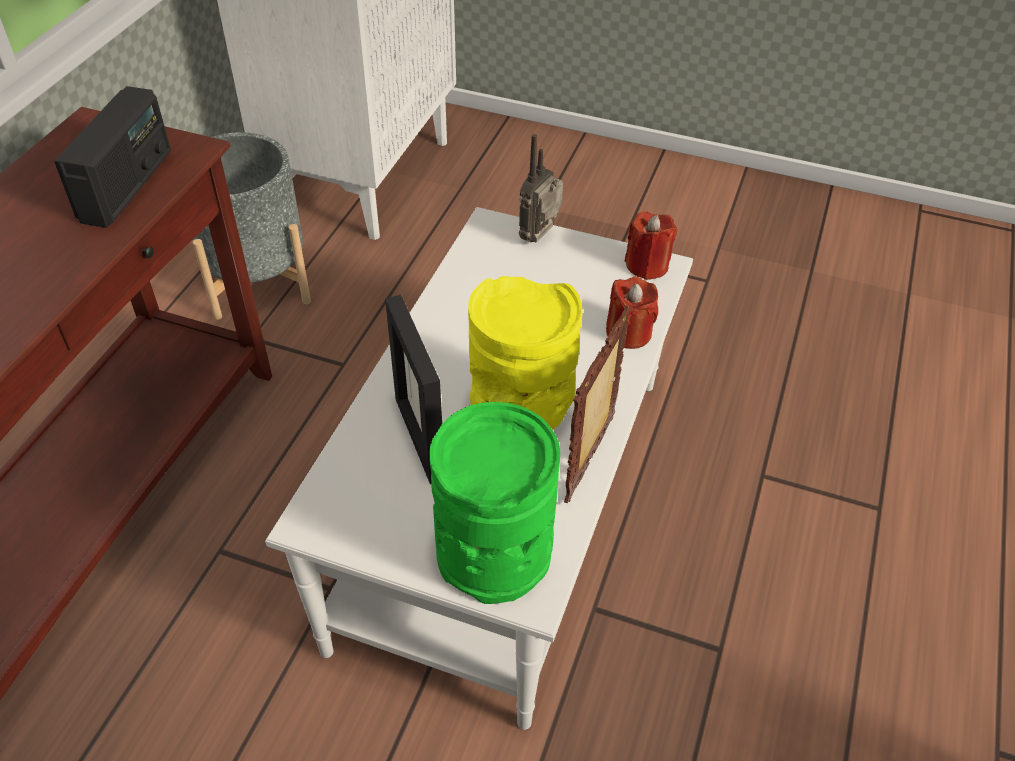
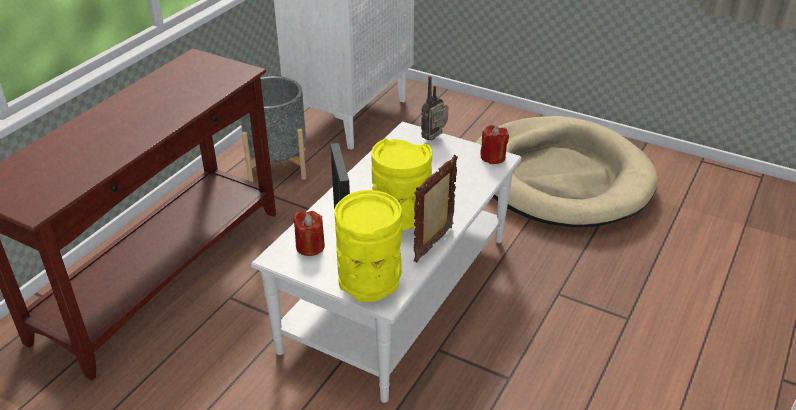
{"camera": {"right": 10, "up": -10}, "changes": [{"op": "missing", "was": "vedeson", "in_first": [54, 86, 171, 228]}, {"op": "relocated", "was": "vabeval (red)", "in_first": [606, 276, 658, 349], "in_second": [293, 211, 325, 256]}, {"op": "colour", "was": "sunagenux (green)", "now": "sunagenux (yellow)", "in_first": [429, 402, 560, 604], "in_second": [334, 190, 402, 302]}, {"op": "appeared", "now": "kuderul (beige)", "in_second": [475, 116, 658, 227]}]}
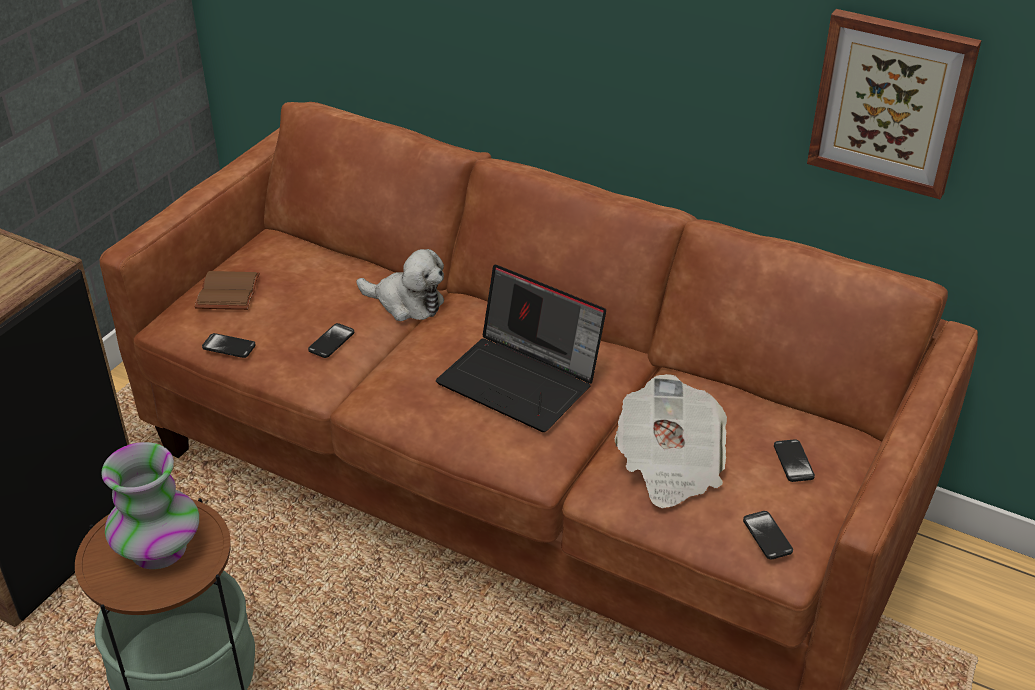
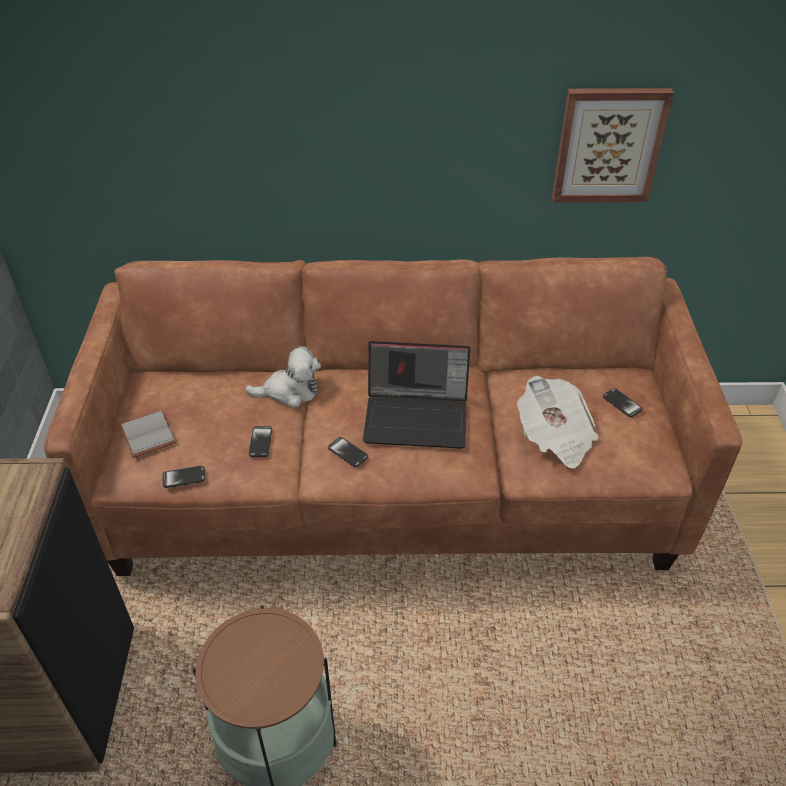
{"camera": {"right": -30, "up": 5}, "changes": [{"op": "colour", "was": "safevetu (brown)", "now": "safevetu (grey)", "in_first": [195, 271, 260, 310], "in_second": [119, 410, 177, 458]}, {"op": "missing", "was": "sunagenux", "in_first": [101, 442, 199, 569]}, {"op": "relocated", "was": "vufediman", "in_first": [743, 511, 793, 559], "in_second": [328, 437, 368, 467]}]}
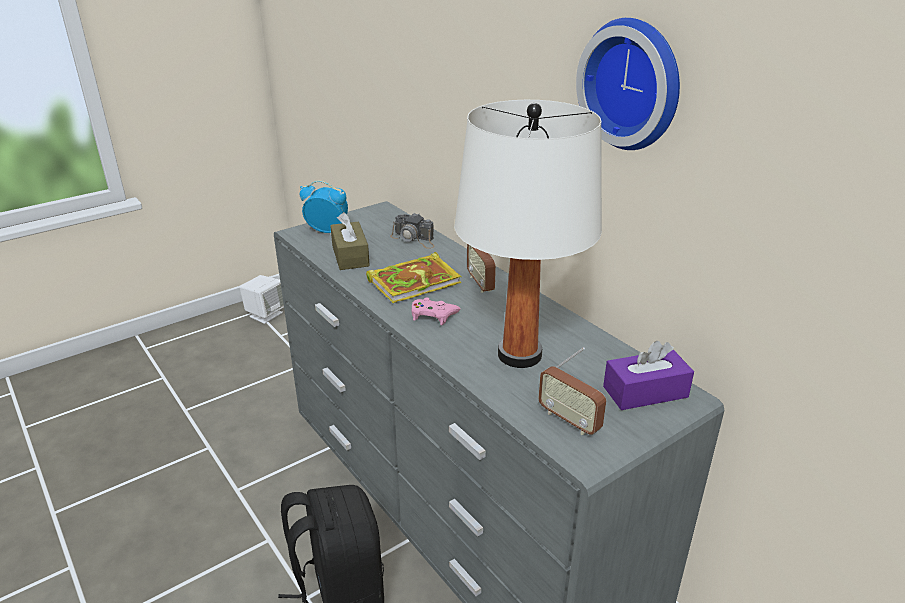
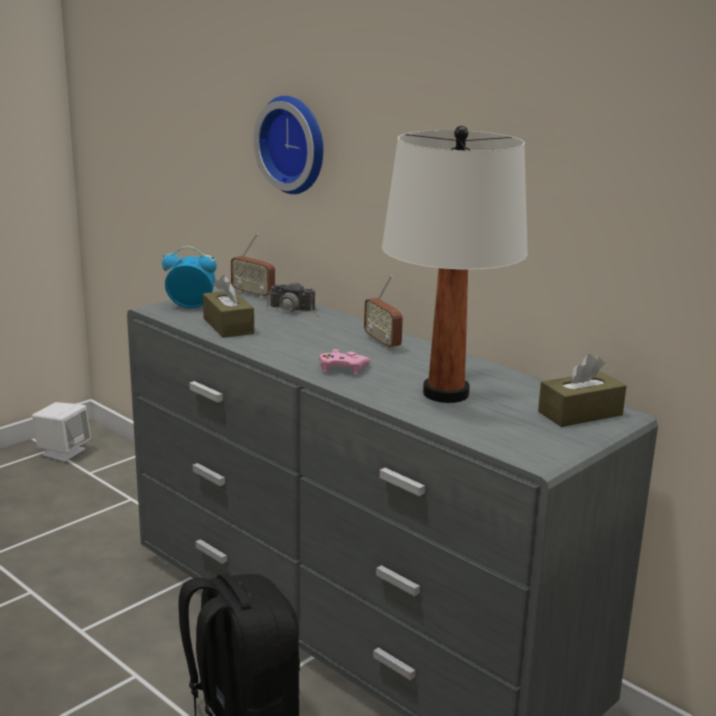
{"camera": {"right": -10, "up": -10}, "changes": [{"op": "relocated", "was": "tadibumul", "in_first": [576, 18, 680, 150], "in_second": [253, 96, 323, 194]}, {"op": "missing", "was": "safevetu", "in_first": [366, 252, 461, 303]}, {"op": "colour", "was": "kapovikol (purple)", "now": "kapovikol (brown)", "in_first": [603, 341, 694, 410], "in_second": [538, 354, 627, 427]}, {"op": "relocated", "was": "vedeson", "in_first": [538, 347, 606, 435], "in_second": [231, 233, 275, 299]}]}
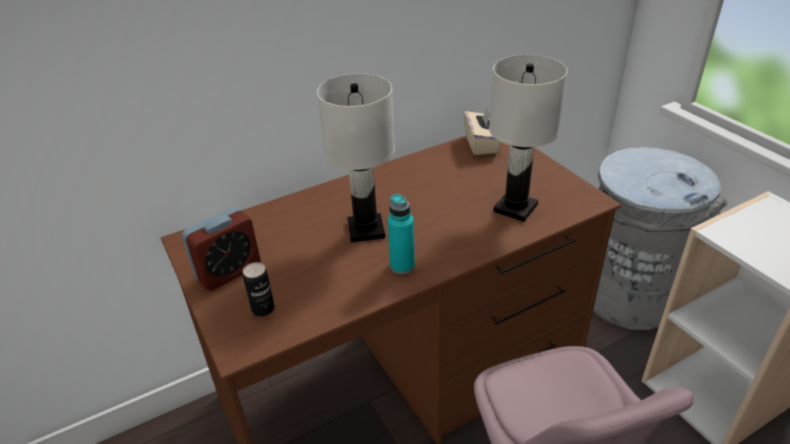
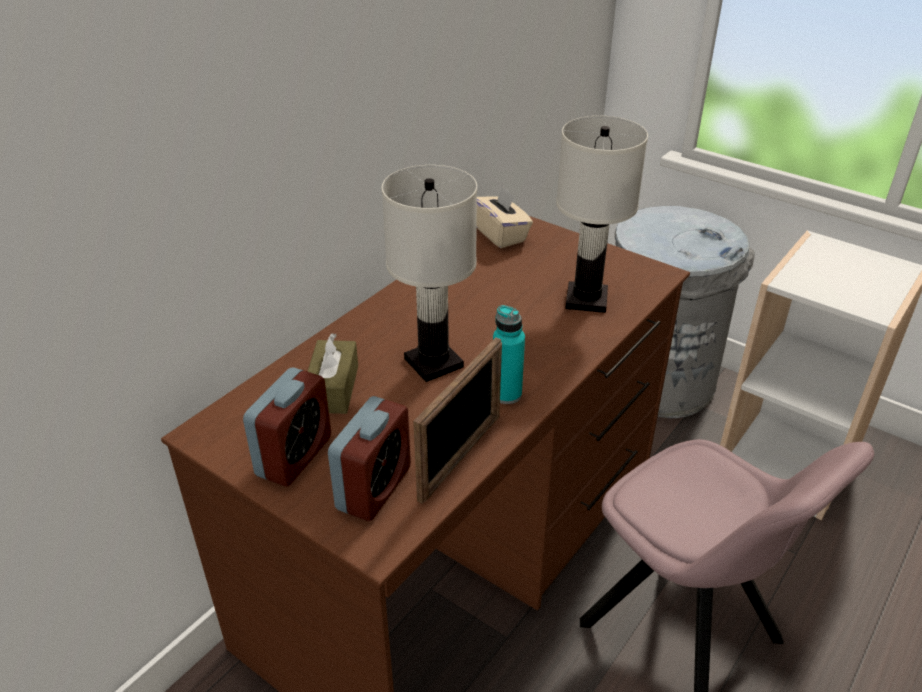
{"camera": {"right": -25, "up": 0}, "changes": [{"op": "exchanged", "was": "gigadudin", "now": "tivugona", "in_first": [243, 262, 275, 317], "in_second": [328, 396, 411, 521]}, {"op": "appeared", "now": "kapovikol (brown)", "in_second": [307, 333, 358, 414]}, {"op": "appeared", "now": "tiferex", "in_second": [413, 337, 502, 504]}]}
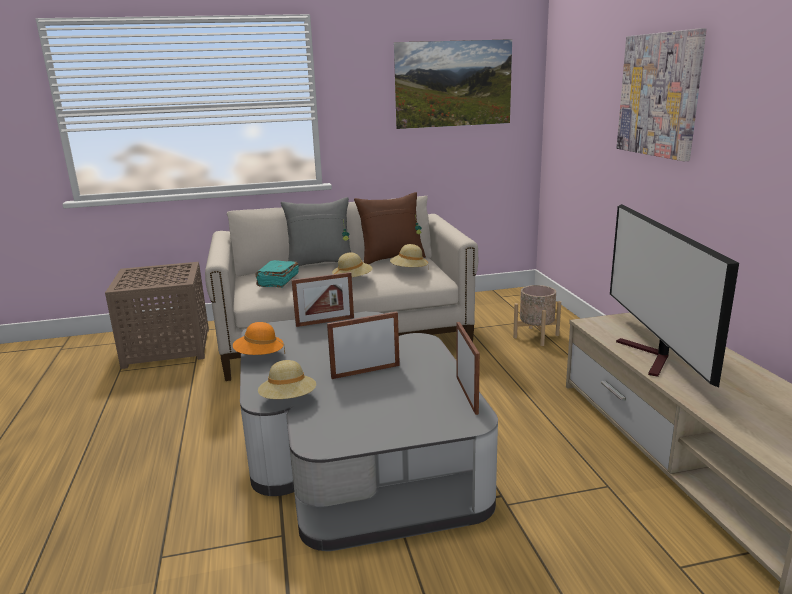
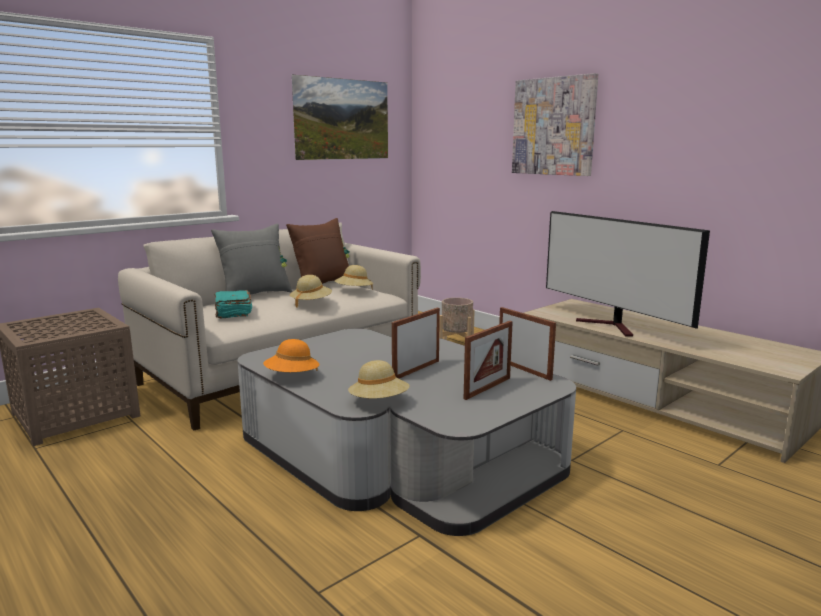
{"camera": {"right": -30, "up": -5}, "changes": [{"op": "relocated", "was": "tiferex", "in_first": [292, 272, 354, 327], "in_second": [464, 321, 513, 400]}]}
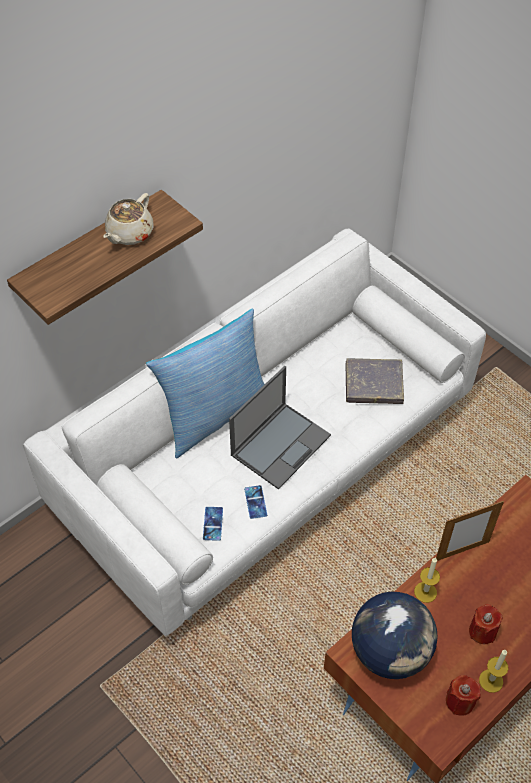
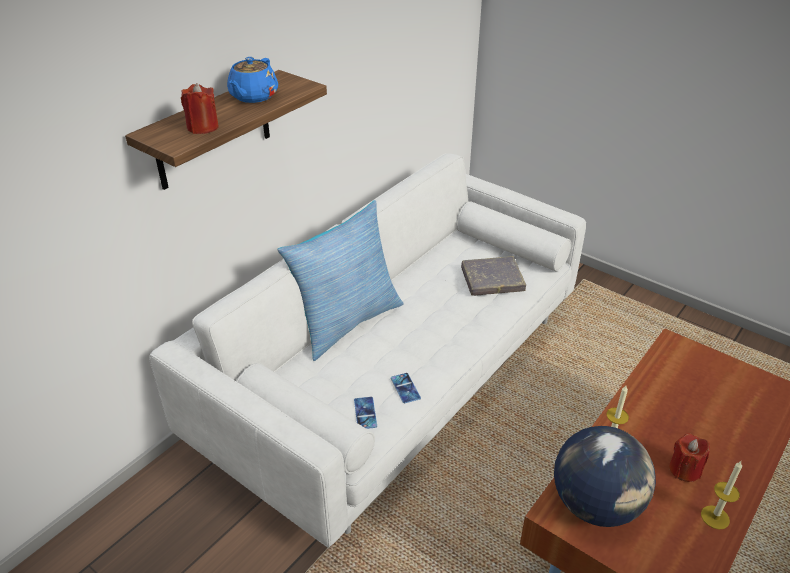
{"camera": {"right": -10, "up": -15}, "changes": [{"op": "colour", "was": "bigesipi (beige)", "now": "bigesipi (blue)", "in_first": [103, 193, 154, 245], "in_second": [227, 57, 278, 103]}, {"op": "missing", "was": "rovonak", "in_first": [229, 366, 331, 490]}, {"op": "missing", "was": "tiferex", "in_first": [436, 501, 504, 561]}, {"op": "relocated", "was": "vabeval (red)", "in_first": [446, 675, 481, 716], "in_second": [181, 83, 219, 134]}]}
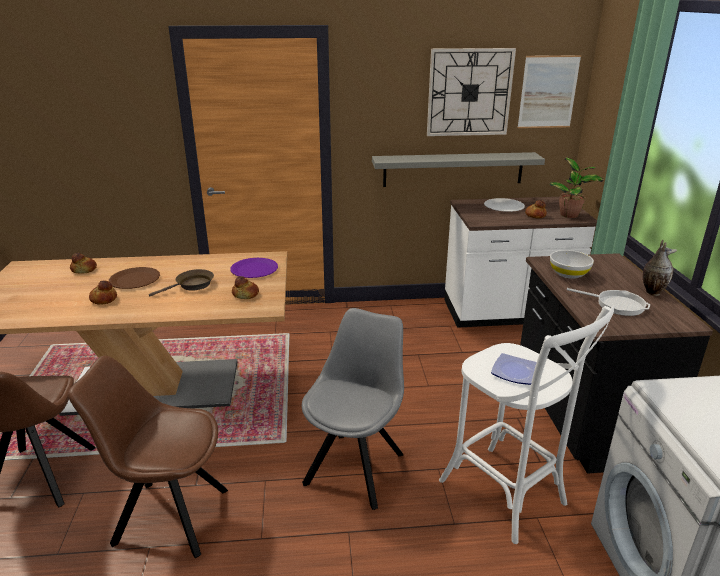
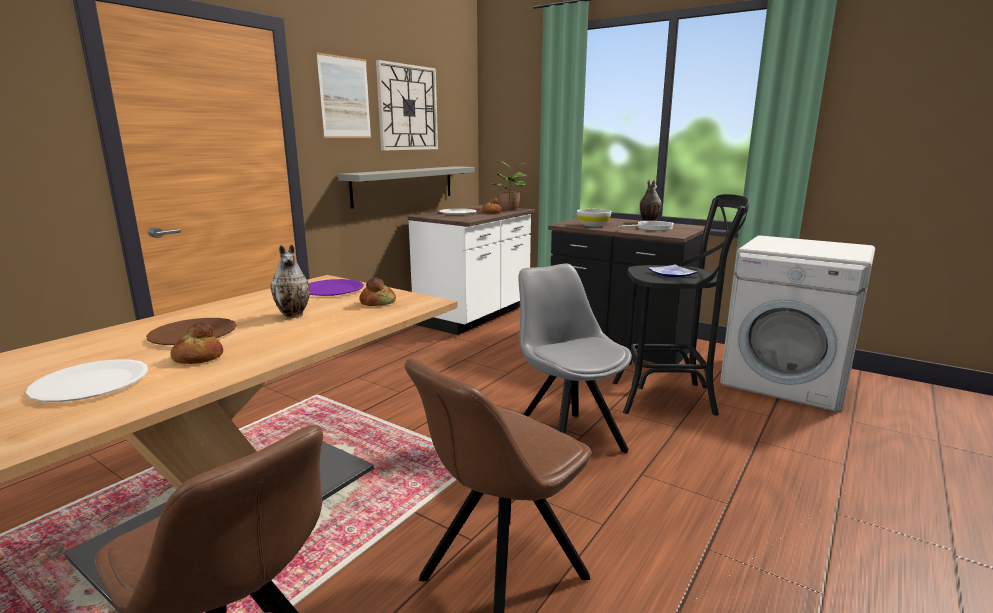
{"camera": {"right": -50, "up": -10}, "changes": [{"op": "relocated", "was": "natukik", "in_first": [517, 55, 581, 128], "in_second": [316, 52, 371, 138]}, {"op": "missing", "was": "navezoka", "in_first": [70, 253, 97, 274]}, {"op": "exchanged", "was": "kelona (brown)", "now": "sunagenux", "in_first": [149, 269, 214, 296], "in_second": [270, 244, 310, 319]}, {"op": "colour", "was": "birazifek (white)", "now": "birazifek (black)", "in_first": [439, 305, 614, 544], "in_second": [613, 194, 749, 416]}, {"op": "appeared", "now": "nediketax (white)", "in_second": [26, 359, 148, 402]}]}
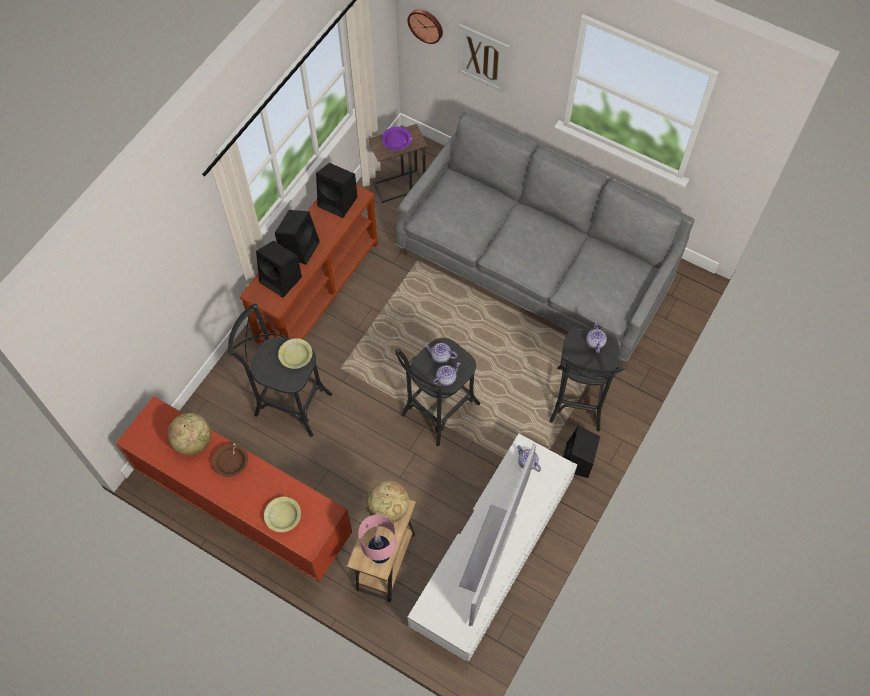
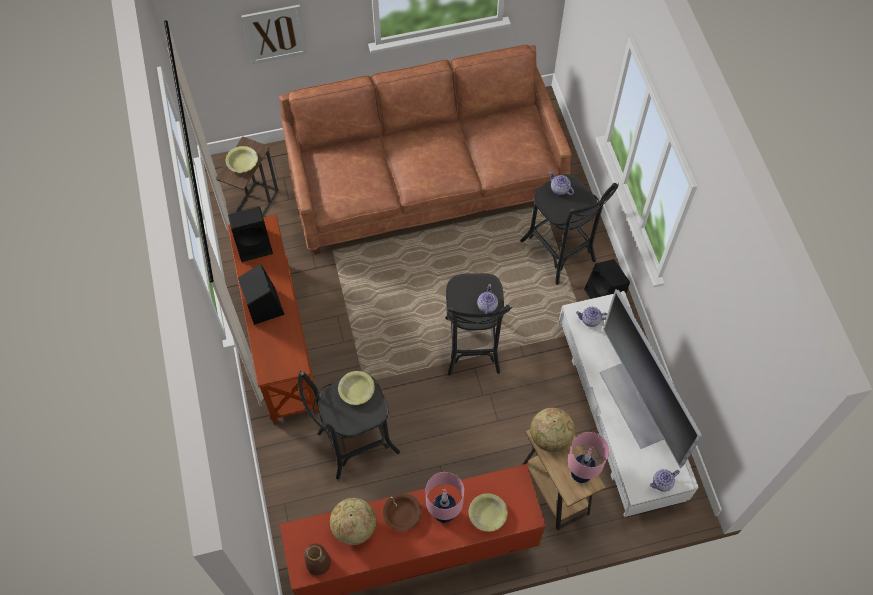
{"camera": {"right": -45, "up": 0}, "changes": [{"op": "missing", "was": "tadibumul", "in_first": [407, 9, 443, 44]}, {"op": "colour", "was": "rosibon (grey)", "now": "rosibon (brown)", "in_first": [396, 112, 695, 364], "in_second": [279, 44, 572, 254]}, {"op": "colour", "was": "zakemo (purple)", "now": "zakemo (yellow)", "in_first": [382, 127, 412, 150], "in_second": [226, 146, 258, 173]}, {"op": "missing", "was": "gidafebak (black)", "in_first": [256, 240, 302, 298]}, {"op": "relocated", "was": "bigesipi", "in_first": [425, 343, 457, 363], "in_second": [650, 469, 680, 492]}, {"op": "appeared", "now": "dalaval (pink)", "in_second": [426, 472, 464, 523]}, {"op": "appeared", "now": "sunagenux (brown)", "in_second": [304, 544, 331, 575]}]}
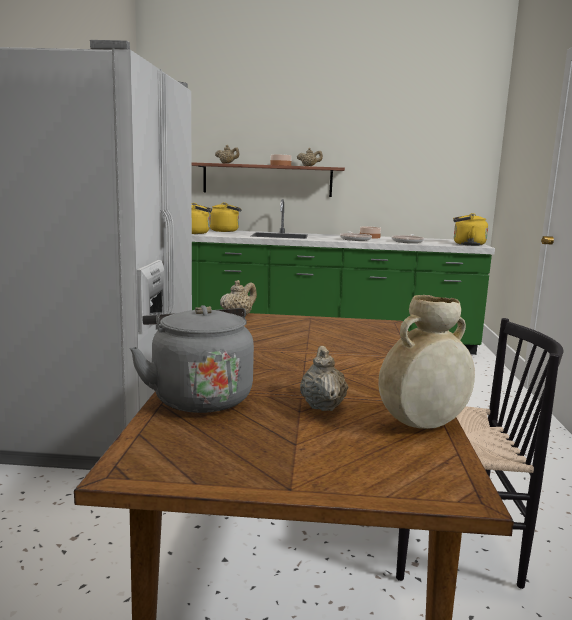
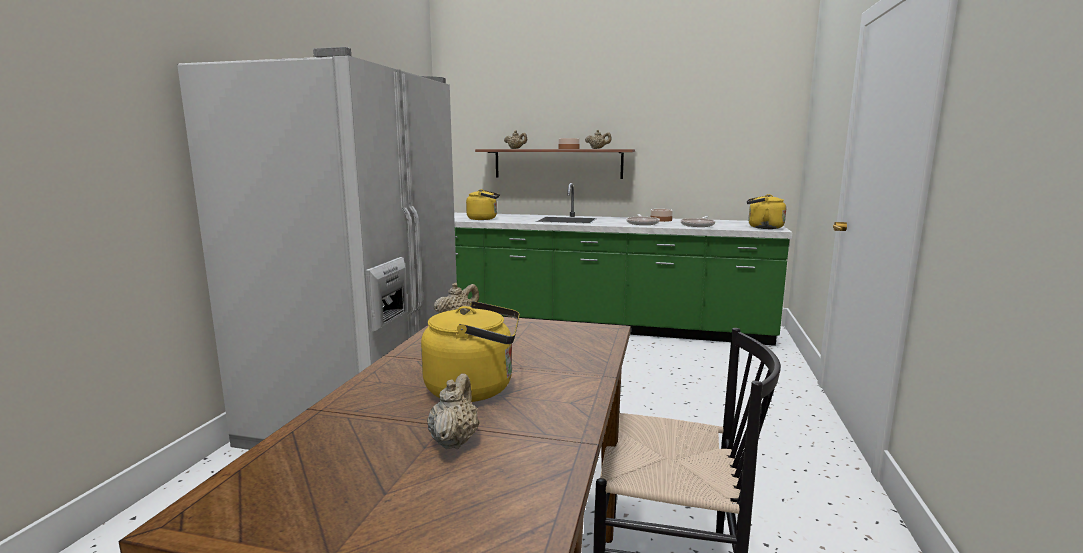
{"camera": {"right": 10, "up": 0}, "changes": [{"op": "relocated", "was": "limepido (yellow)", "in_first": [210, 202, 242, 232], "in_second": [421, 301, 520, 402]}, {"op": "missing", "was": "sunagenux (beige)", "in_first": [378, 295, 475, 429]}, {"op": "missing", "was": "limepido (grey)", "in_first": [130, 305, 254, 413]}]}
